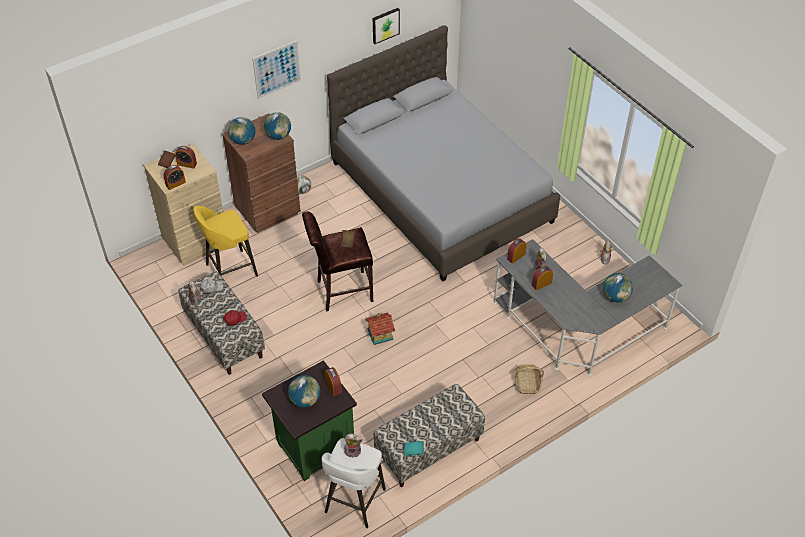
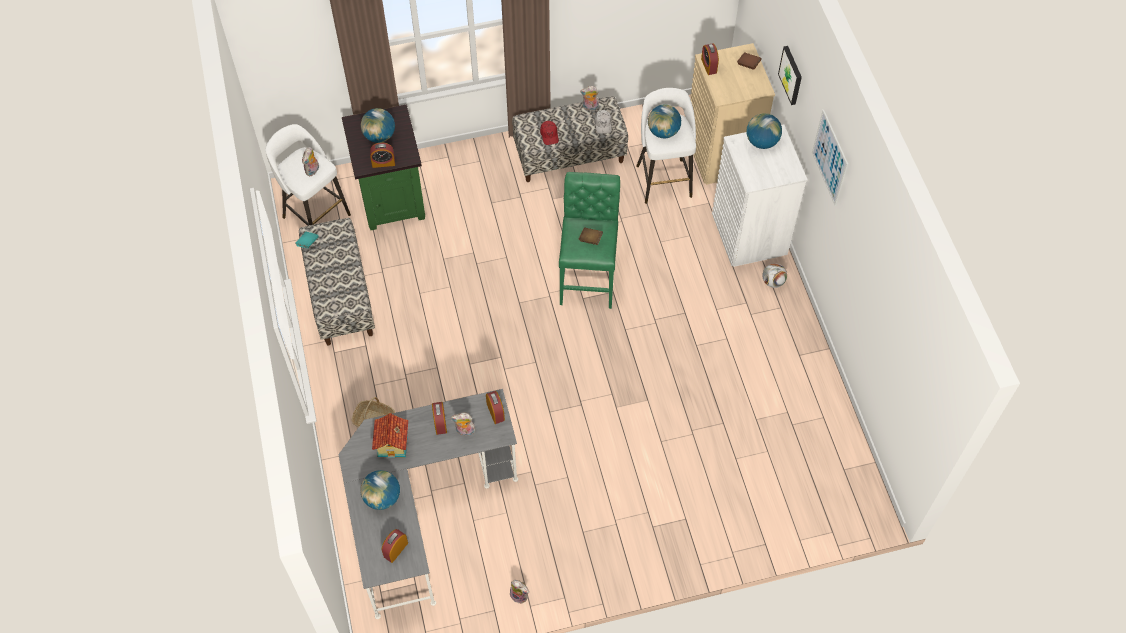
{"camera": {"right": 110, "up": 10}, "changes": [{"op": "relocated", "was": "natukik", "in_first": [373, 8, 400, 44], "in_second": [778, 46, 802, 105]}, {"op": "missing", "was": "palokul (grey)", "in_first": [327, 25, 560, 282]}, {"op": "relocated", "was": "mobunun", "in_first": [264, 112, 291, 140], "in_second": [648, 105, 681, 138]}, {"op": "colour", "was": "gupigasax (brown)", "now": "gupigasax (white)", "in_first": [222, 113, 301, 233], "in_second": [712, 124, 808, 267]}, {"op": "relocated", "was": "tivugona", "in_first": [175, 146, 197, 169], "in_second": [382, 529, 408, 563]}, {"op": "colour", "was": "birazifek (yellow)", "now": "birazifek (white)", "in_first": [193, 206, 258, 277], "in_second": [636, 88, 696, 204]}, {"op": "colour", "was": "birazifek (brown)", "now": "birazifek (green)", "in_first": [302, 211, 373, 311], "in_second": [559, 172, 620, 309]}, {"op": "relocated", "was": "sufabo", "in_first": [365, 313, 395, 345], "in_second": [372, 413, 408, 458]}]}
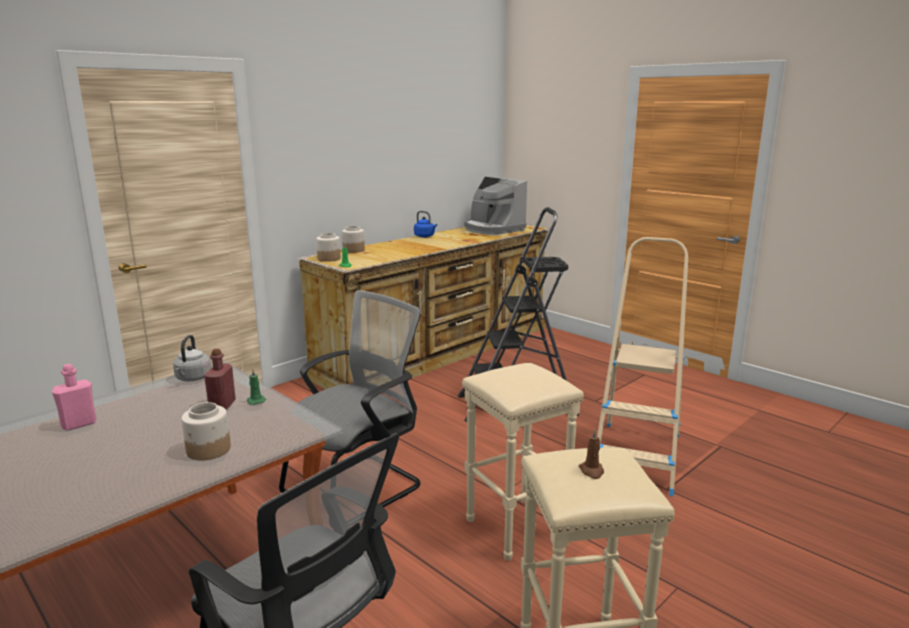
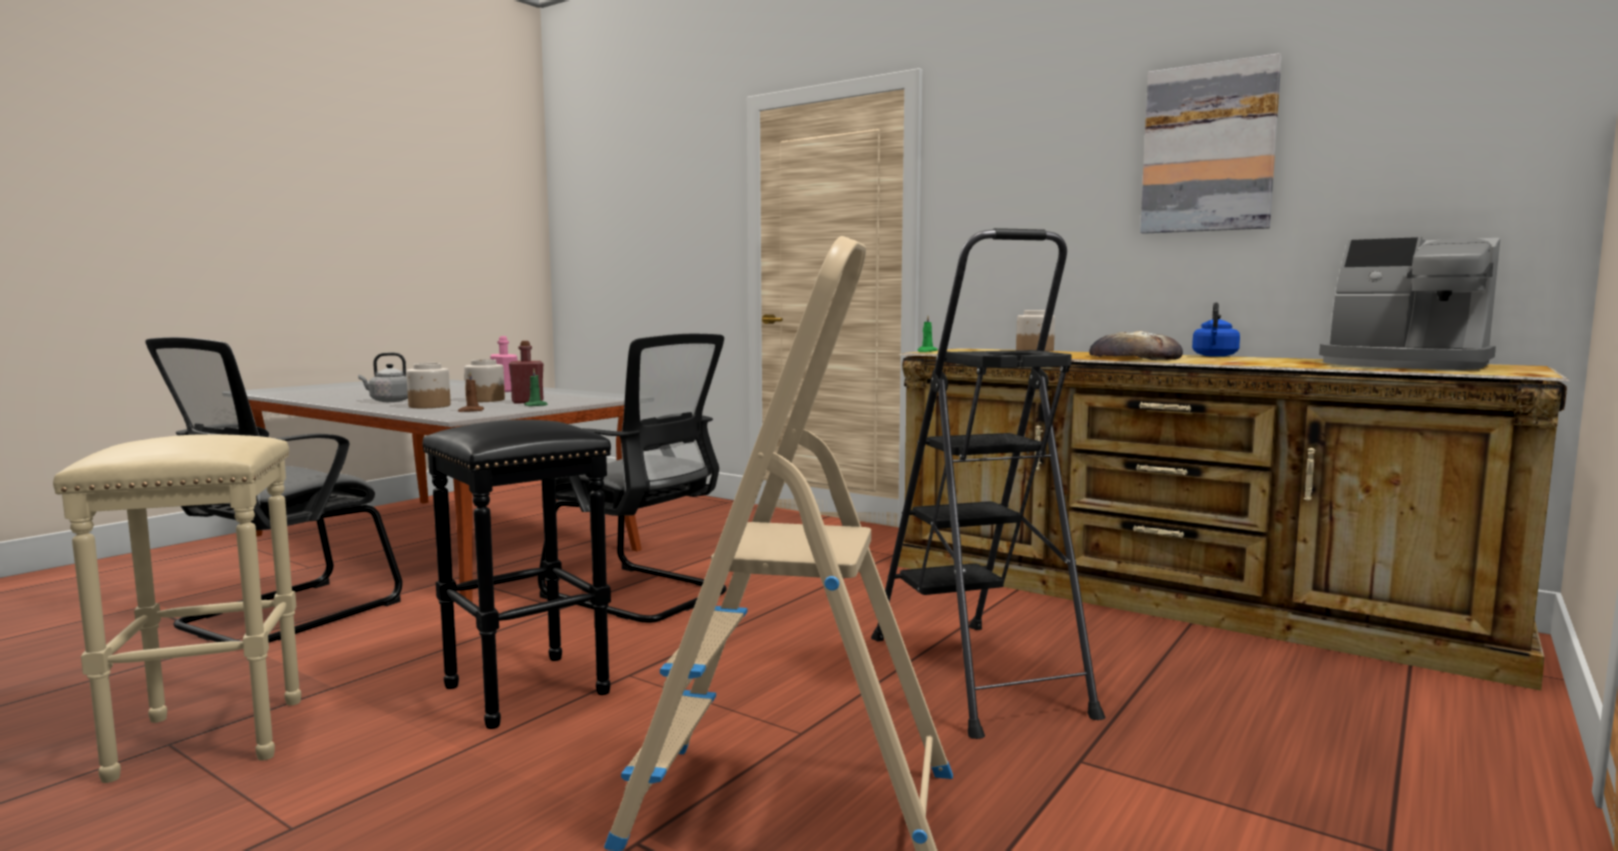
{"camera": {"right": 80, "up": -10}, "changes": [{"op": "spun", "was": "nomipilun", "in_first": [464, 177, 527, 235], "in_second": [1319, 237, 1500, 370], "clockwise": -90}, {"op": "relocated", "was": "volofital", "in_first": [316, 233, 341, 262], "in_second": [464, 359, 505, 402]}, {"op": "relocated", "was": "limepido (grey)", "in_first": [173, 335, 212, 381], "in_second": [358, 352, 408, 402]}, {"op": "colour", "was": "birazifek (beige)", "now": "birazifek (black)", "in_first": [462, 363, 584, 561], "in_second": [422, 420, 611, 729]}, {"op": "relocated", "was": "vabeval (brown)", "in_first": [579, 429, 604, 479], "in_second": [458, 372, 484, 412]}, {"op": "appeared", "now": "natukik", "in_second": [1140, 53, 1282, 234]}, {"op": "appeared", "now": "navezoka", "in_second": [1089, 331, 1183, 360]}]}
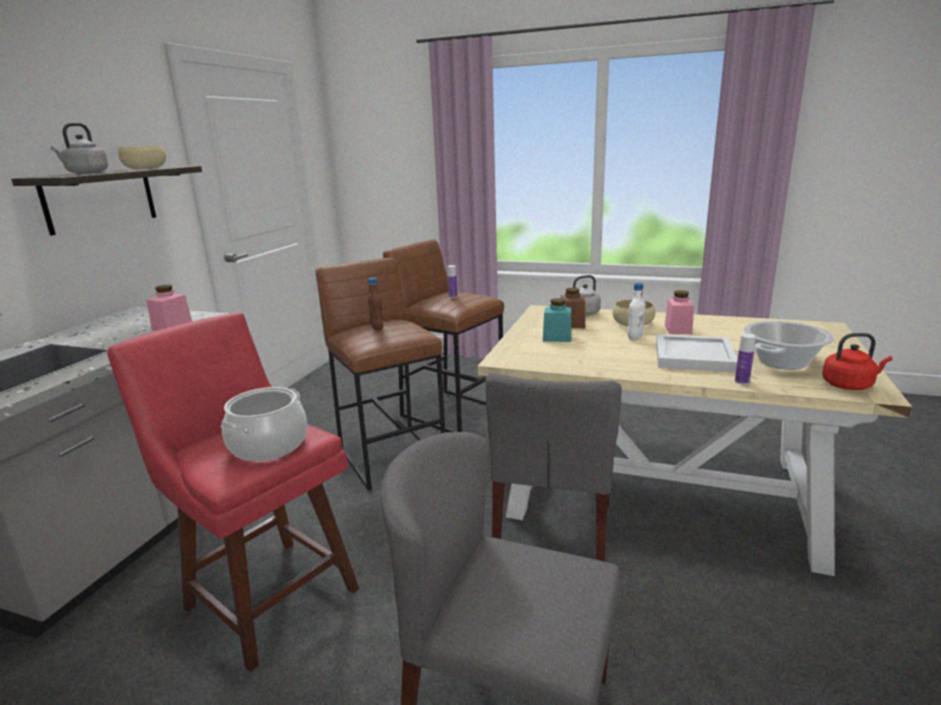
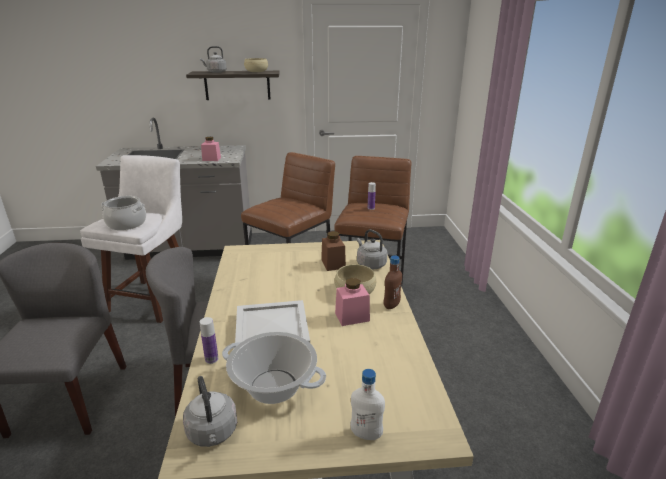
{"camera": {"right": 65, "up": 5}, "changes": [{"op": "relocated", "was": "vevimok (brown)", "in_first": [368, 278, 384, 330], "in_second": [384, 255, 402, 309]}, {"op": "relocated", "was": "vevimok (white)", "in_first": [627, 283, 645, 340], "in_second": [350, 369, 385, 440]}, {"op": "missing", "was": "volofital (turquoise)", "in_first": [543, 298, 572, 342]}, {"op": "colour", "was": "birazifek (red)", "now": "birazifek (white)", "in_first": [107, 312, 359, 672], "in_second": [80, 155, 182, 323]}, {"op": "colour", "was": "limepido (red)", "now": "limepido (grey)", "in_first": [822, 333, 892, 390], "in_second": [183, 376, 237, 447]}]}
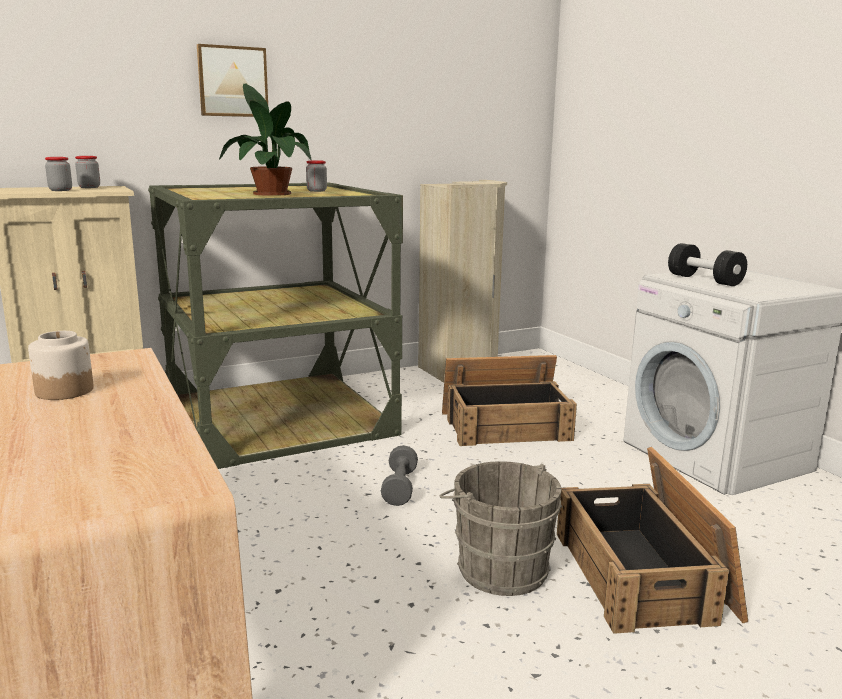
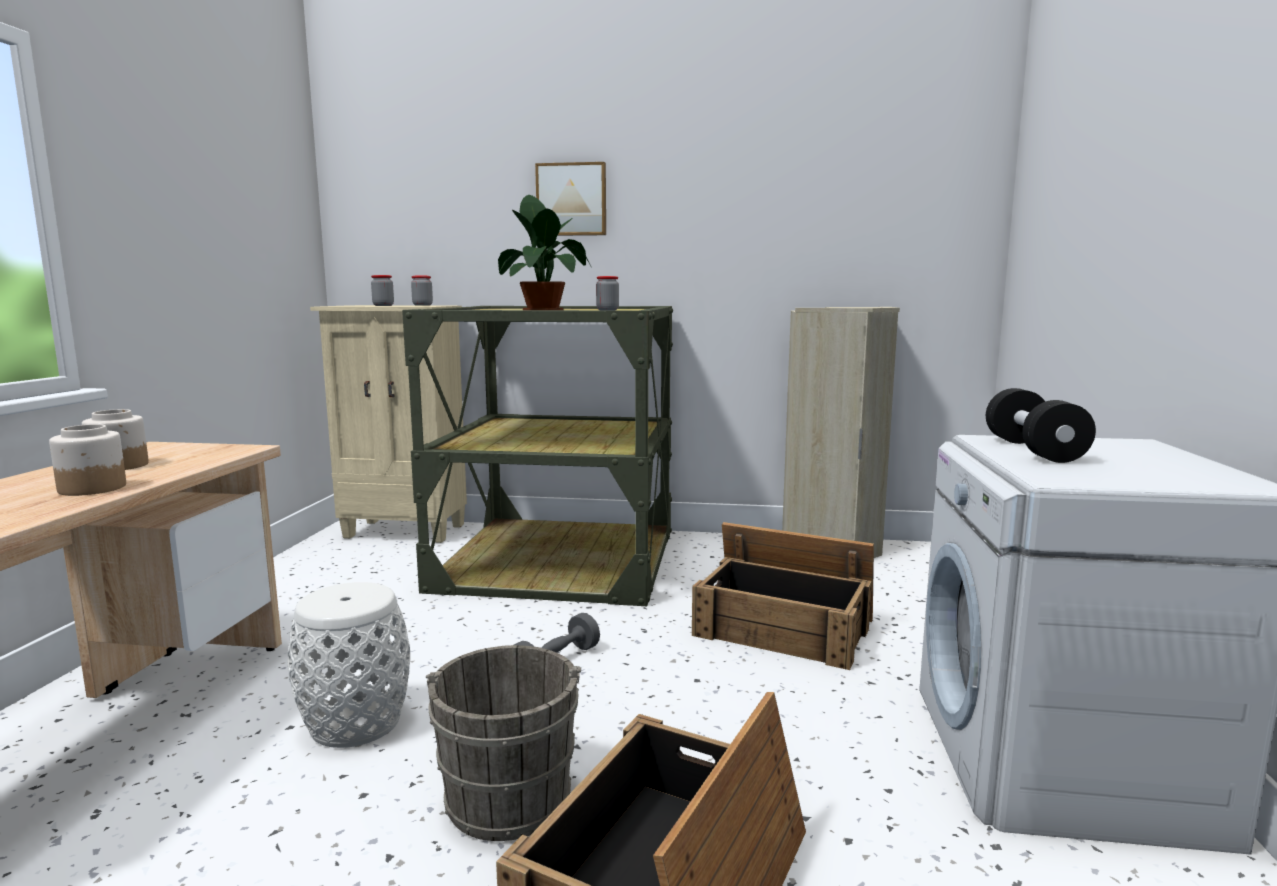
{"camera": {"right": 35, "up": -5}, "changes": [{"op": "appeared", "now": "volofital", "in_second": [49, 424, 126, 496]}, {"op": "appeared", "now": "birazifek (white)", "in_second": [288, 582, 410, 748]}]}
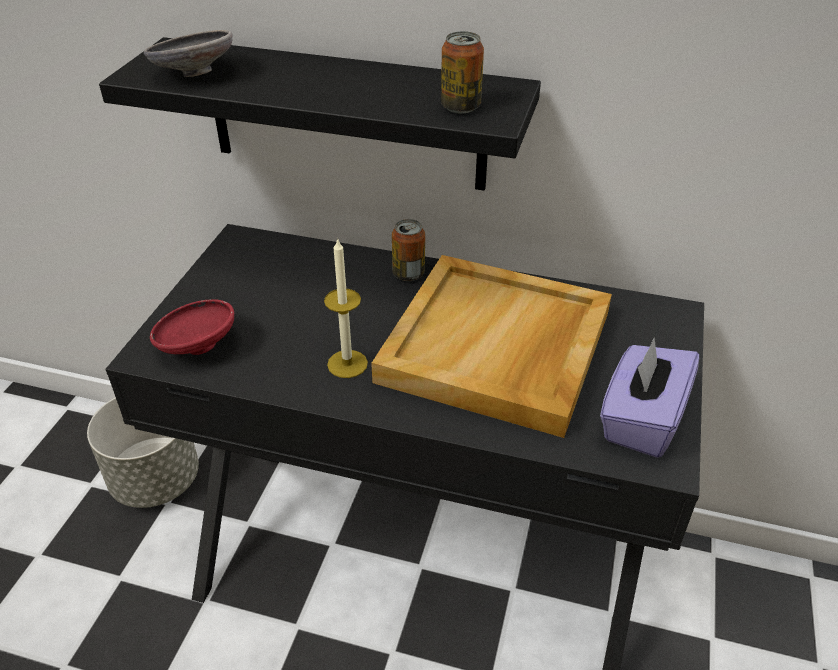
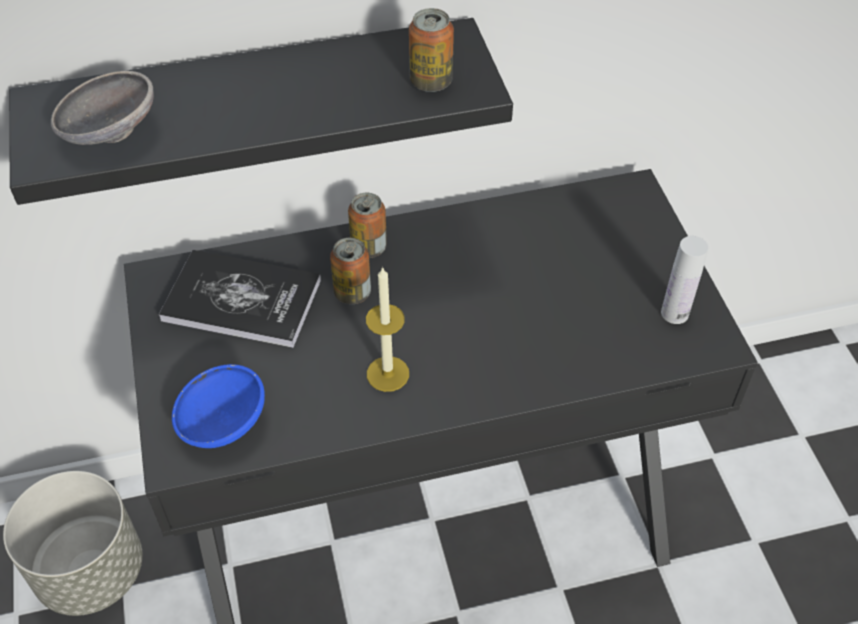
{"camera": {"right": -30, "up": 10}, "changes": [{"op": "missing", "was": "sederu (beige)", "in_first": [371, 255, 612, 438]}, {"op": "colour", "was": "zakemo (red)", "now": "zakemo (blue)", "in_first": [150, 299, 234, 355], "in_second": [172, 364, 265, 448]}, {"op": "exchanged", "was": "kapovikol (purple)", "now": "vevimok (white)", "in_first": [600, 338, 699, 458], "in_second": [661, 236, 708, 324]}, {"op": "appeared", "now": "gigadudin", "in_second": [330, 238, 371, 304]}, {"op": "appeared", "now": "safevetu", "in_second": [159, 250, 321, 348]}]}
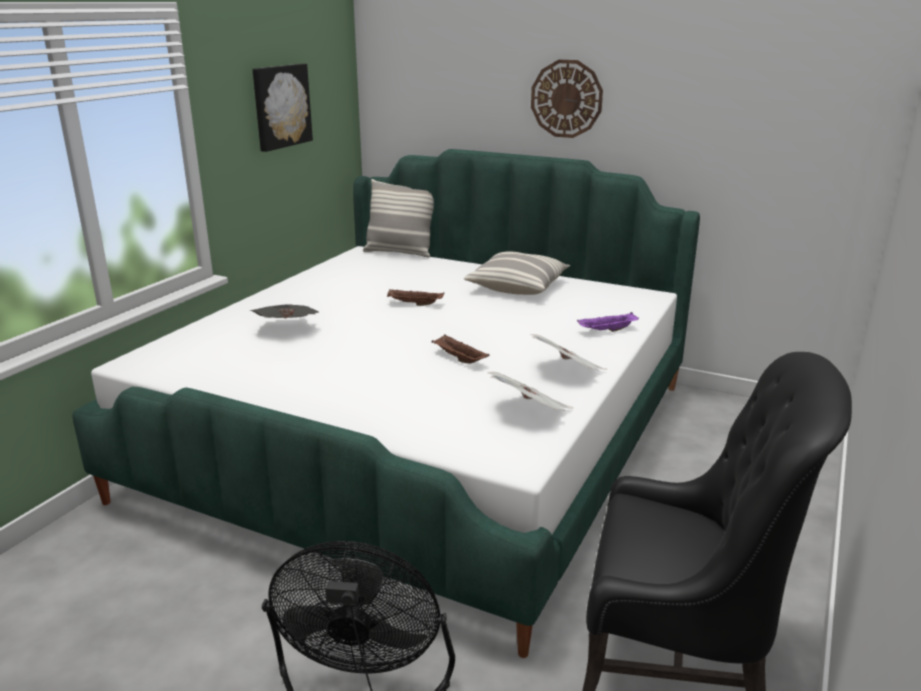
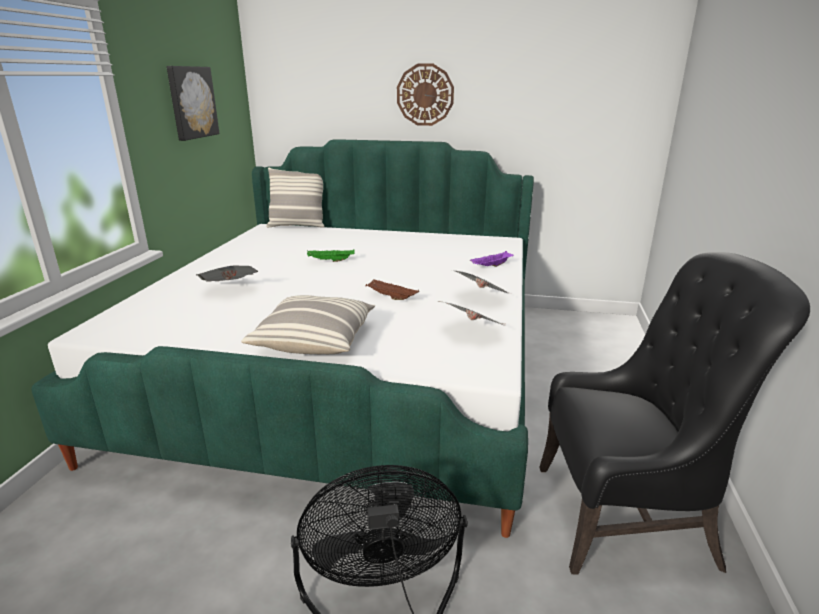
{"camera": {"right": -15, "up": 0}, "changes": [{"op": "relocated", "was": "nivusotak", "in_first": [464, 252, 570, 295], "in_second": [241, 295, 375, 354]}, {"op": "colour", "was": "sederu (brown)", "now": "sederu (green)", "in_first": [387, 289, 444, 306], "in_second": [307, 250, 355, 262]}]}
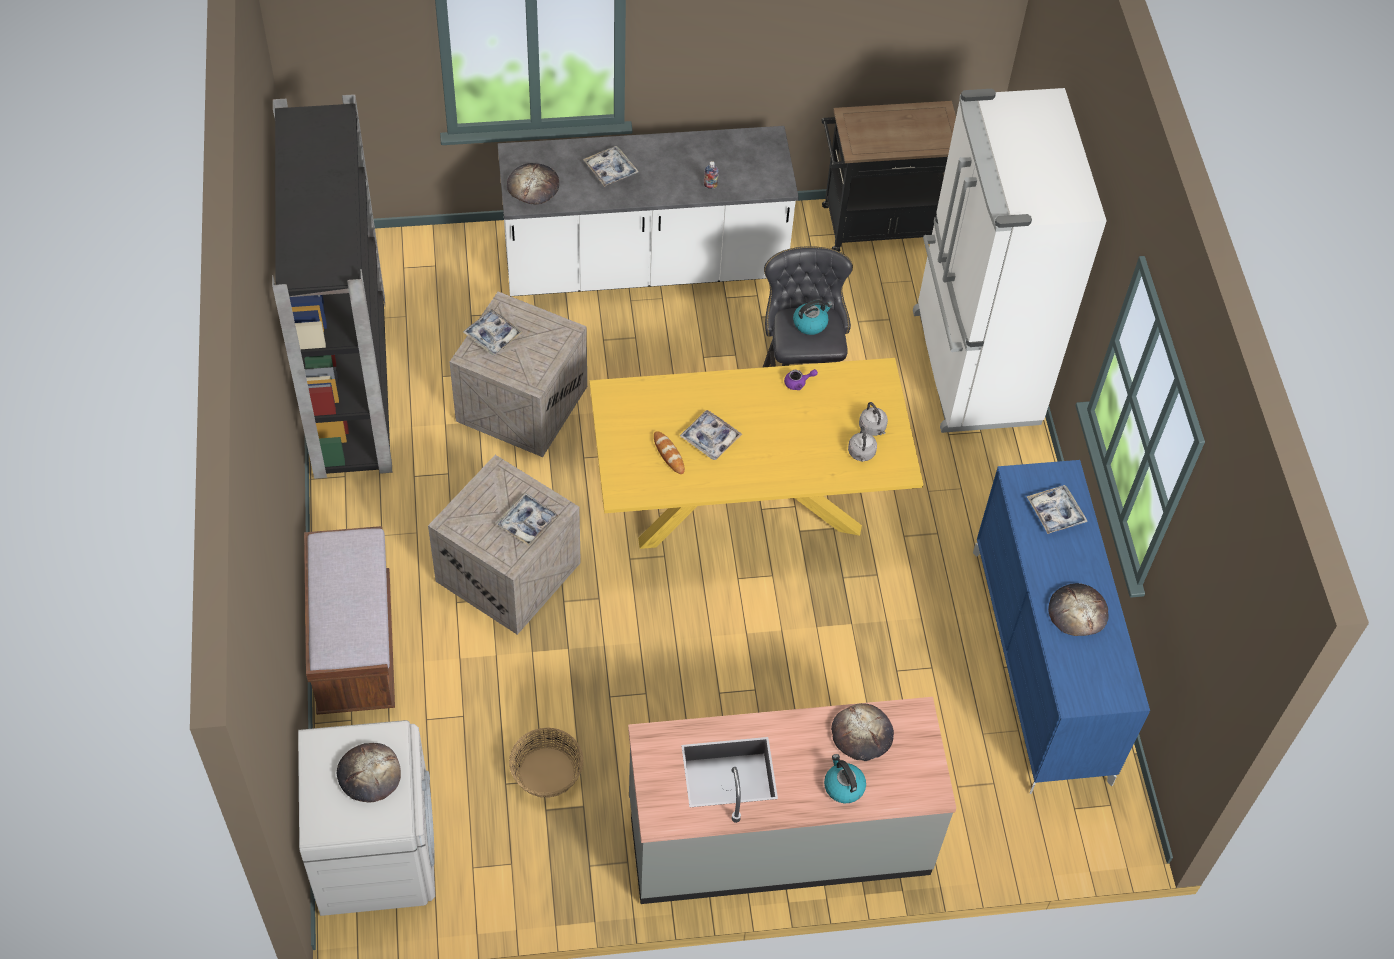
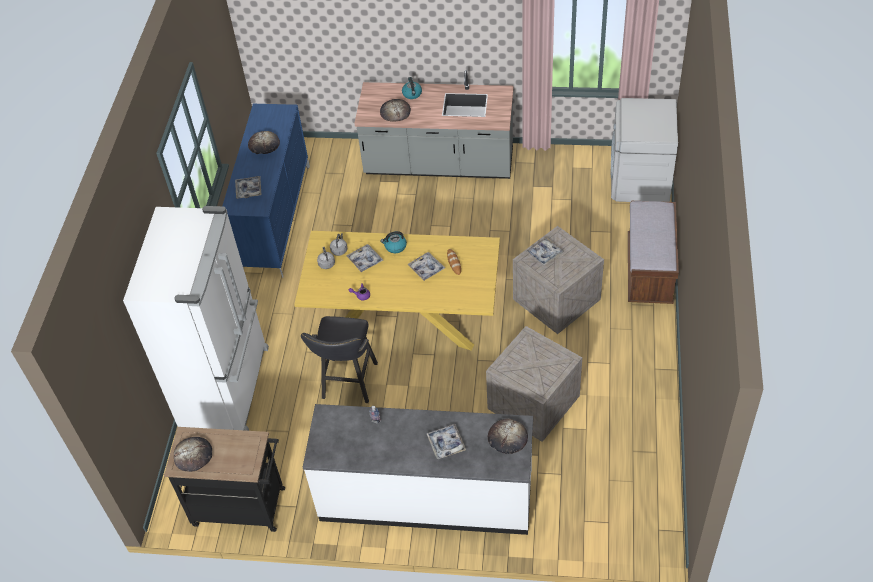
{"camera": {"right": -160, "up": -5}, "changes": [{"op": "missing", "was": "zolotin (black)", "in_first": [272, 94, 392, 479]}, {"op": "relocated", "was": "limepido", "in_first": [793, 300, 833, 335], "in_second": [380, 231, 407, 253]}, {"op": "relocated", "was": "sederu", "in_first": [463, 309, 523, 355], "in_second": [346, 244, 383, 273]}, {"op": "missing", "was": "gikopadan", "in_first": [509, 727, 584, 798]}, {"op": "relocated", "was": "navezoka", "in_first": [337, 743, 401, 803], "in_second": [174, 437, 212, 472]}]}
